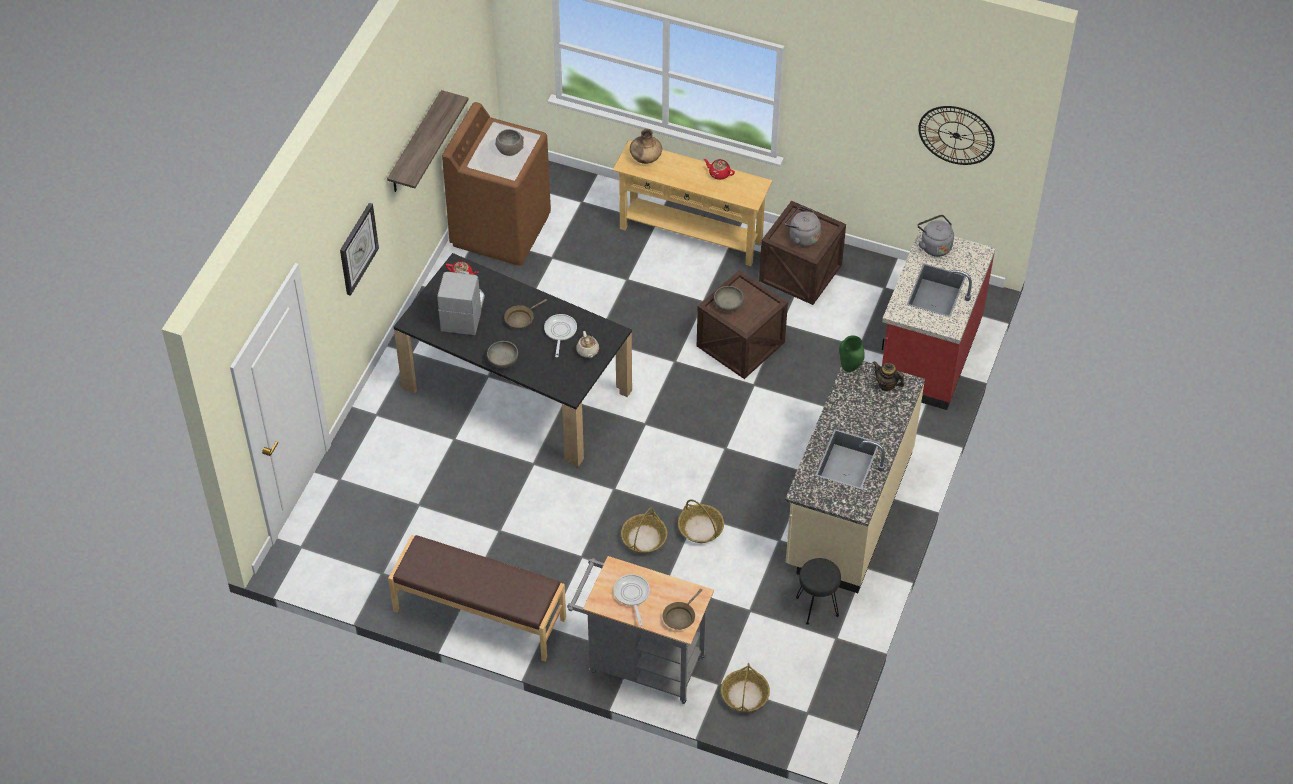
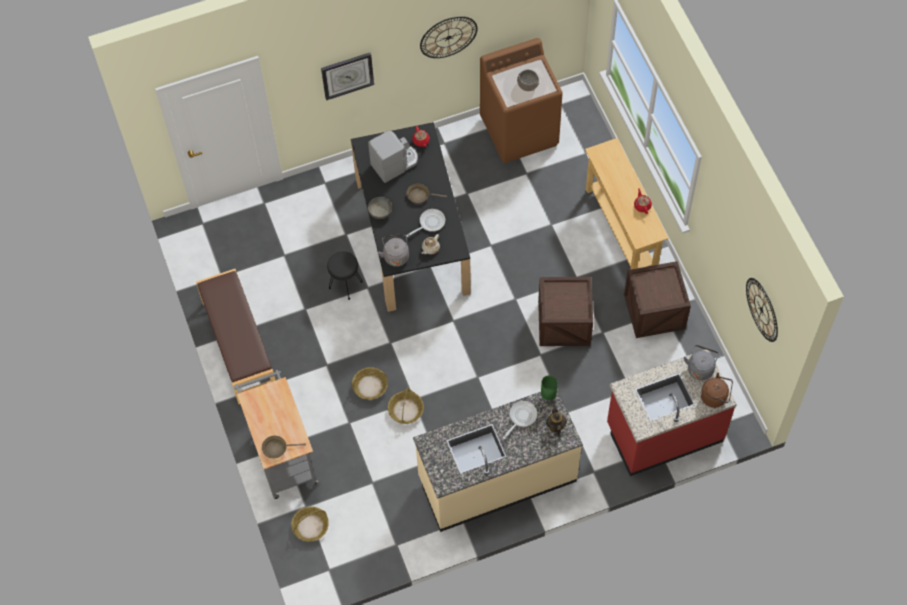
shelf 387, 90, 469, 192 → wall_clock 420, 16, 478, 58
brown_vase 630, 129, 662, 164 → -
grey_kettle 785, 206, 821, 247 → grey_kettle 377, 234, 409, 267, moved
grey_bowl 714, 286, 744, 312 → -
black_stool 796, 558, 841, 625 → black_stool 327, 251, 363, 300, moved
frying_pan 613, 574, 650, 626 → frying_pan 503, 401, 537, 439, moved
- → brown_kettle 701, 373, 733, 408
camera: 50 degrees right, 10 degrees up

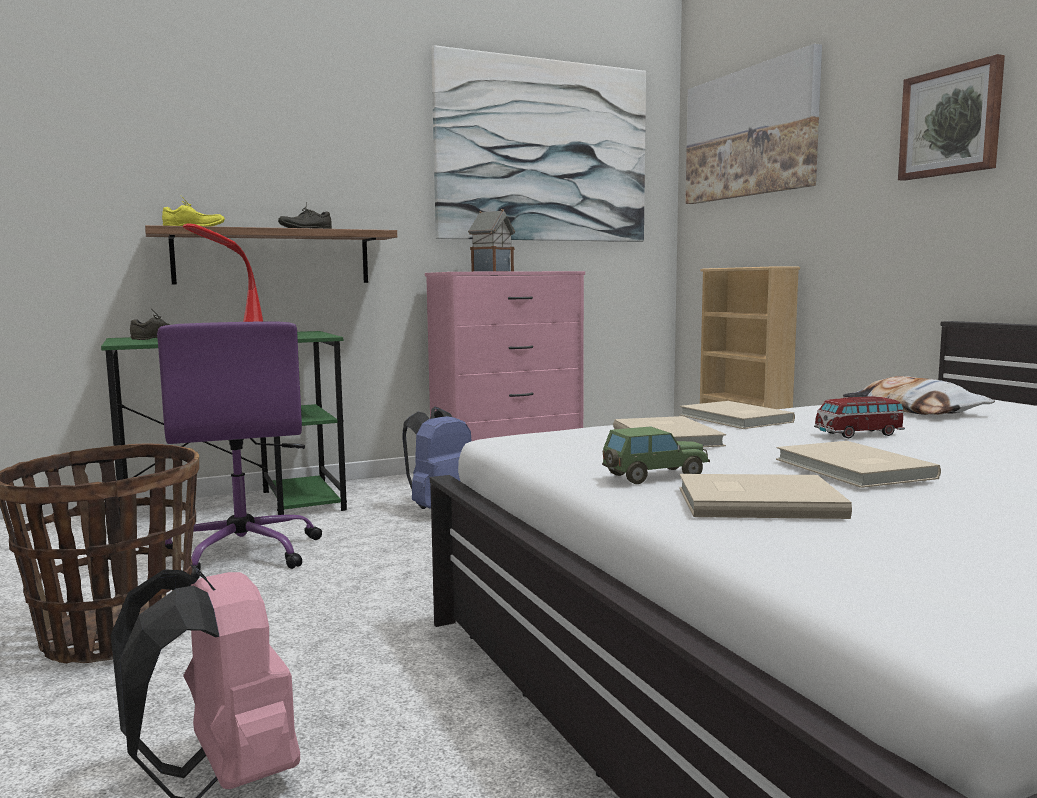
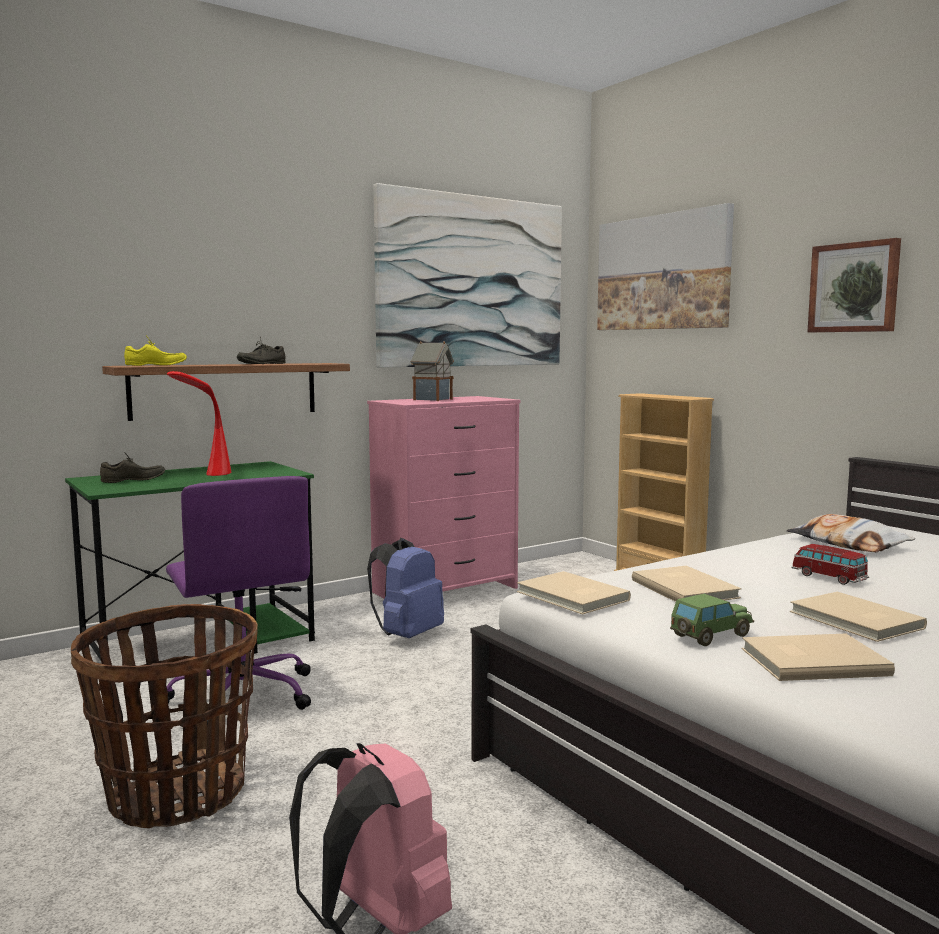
toy_car 814, 396, 905, 438 → toy_car 791, 544, 869, 585, 75 degrees clockwise
beige_book 680, 401, 795, 429 → beige_book 517, 571, 631, 615, moved
camera: 10 degrees left, 0 degrees up

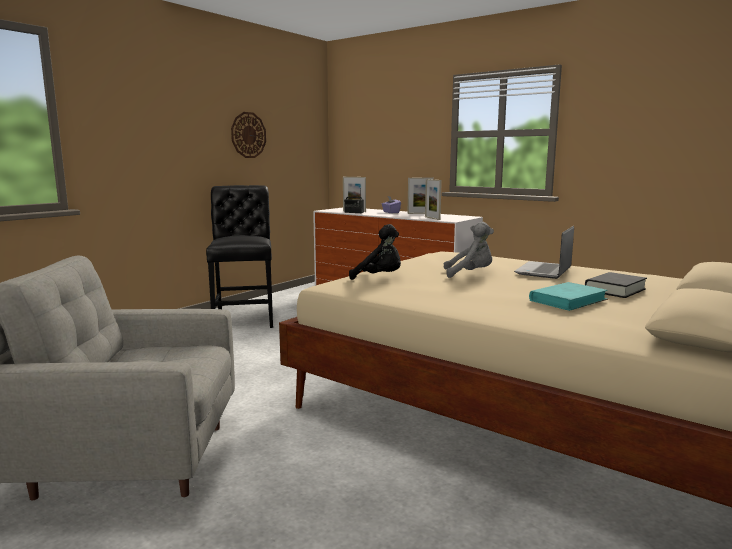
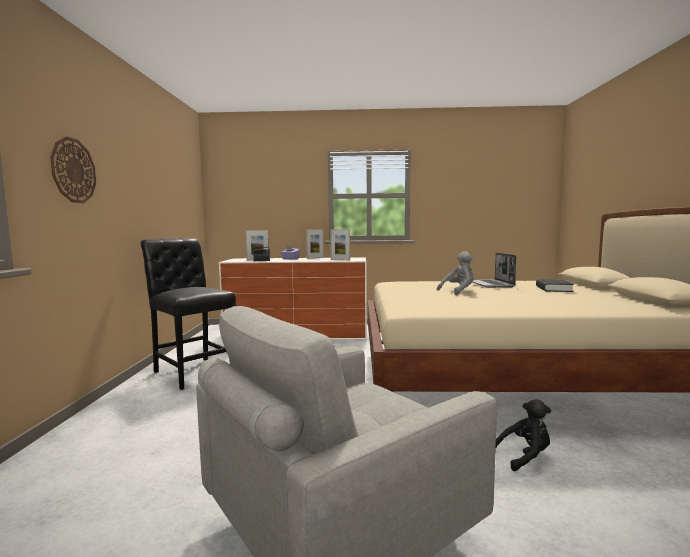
wall_clock 231, 112, 266, 158 → wall_clock 50, 136, 96, 203, moved
black_plush_toy 349, 224, 401, 280 → black_plush_toy 496, 399, 551, 471, moved
turquoise_book 529, 282, 608, 311 → -
camera: 35 degrees left, 5 degrees down

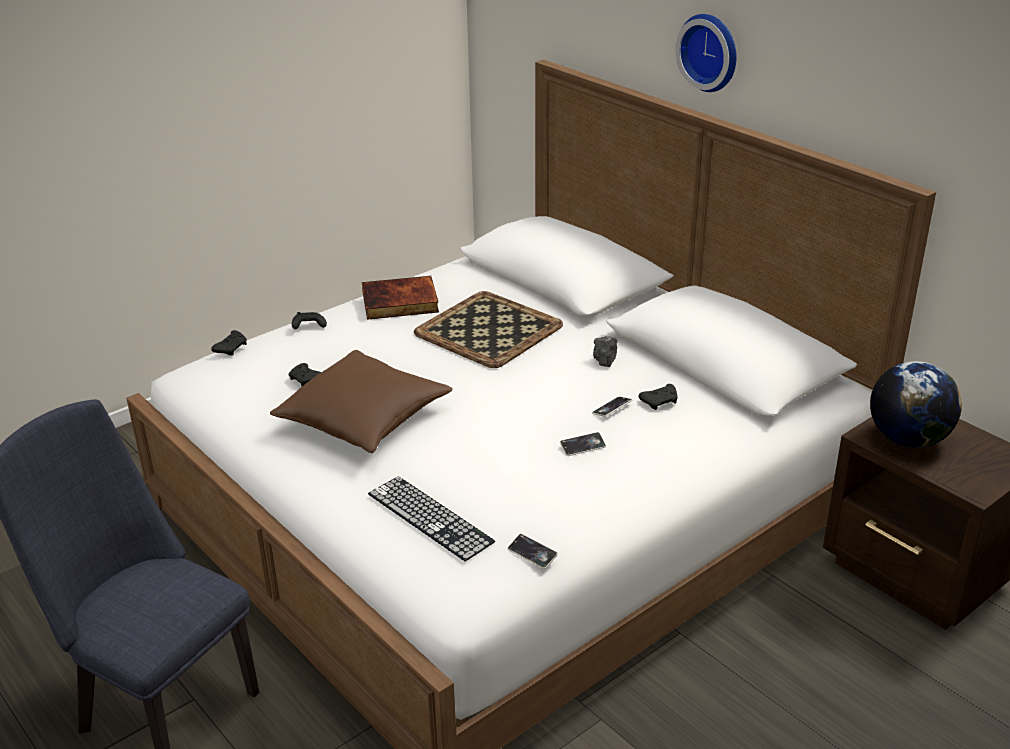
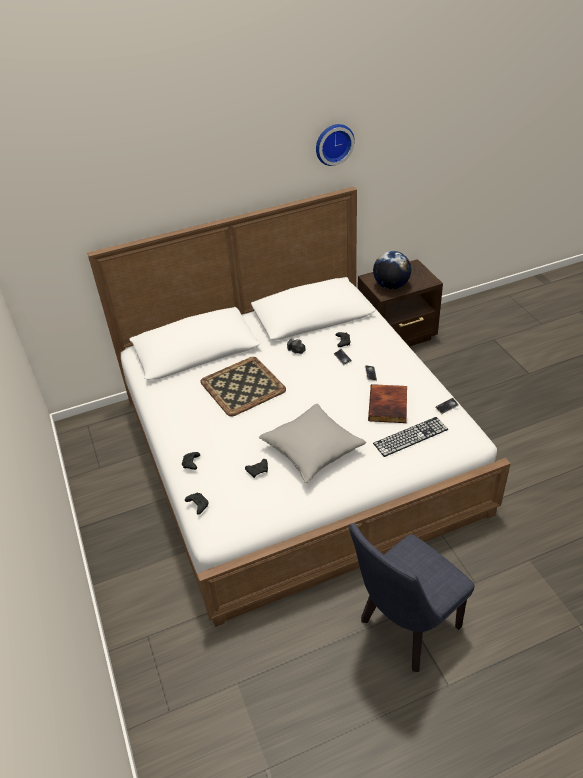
wall_clock 675, 14, 736, 92 → wall_clock 316, 124, 355, 166, moved
book 362, 276, 439, 320 → book 368, 384, 407, 423, moved
brown_pillow 270, 350, 453, 453 → grey_pillow 259, 403, 366, 483
camera: 70 degrees left, 10 degrees up

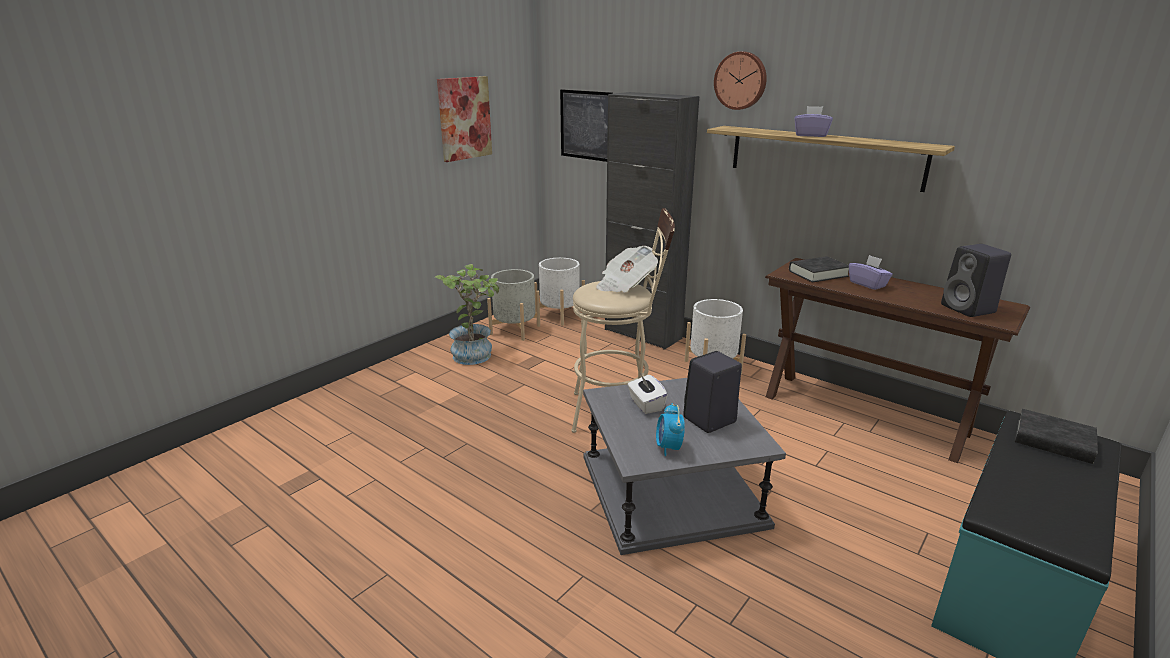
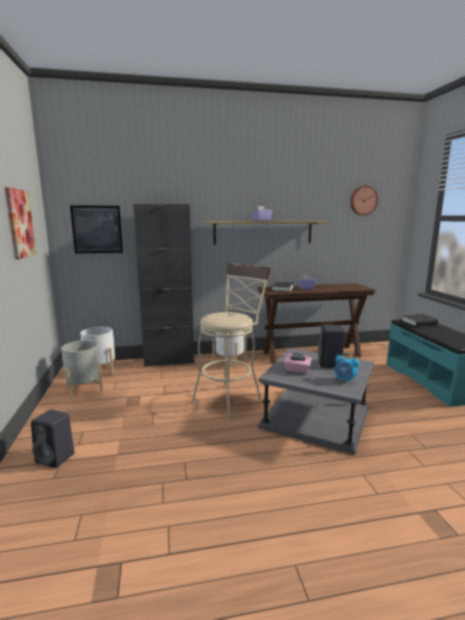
wall_clock 714, 52, 767, 110 → wall_clock 350, 186, 378, 215, moved
black_speaker 941, 244, 1011, 317 → black_speaker 31, 409, 75, 468, moved
newspaper 596, 246, 658, 293 → -
potted_plant 435, 264, 499, 365 → -
white_tissue_box 627, 373, 668, 414 → pink_tissue_box 284, 352, 312, 374
camera: 50 degrees left, 10 degrees down

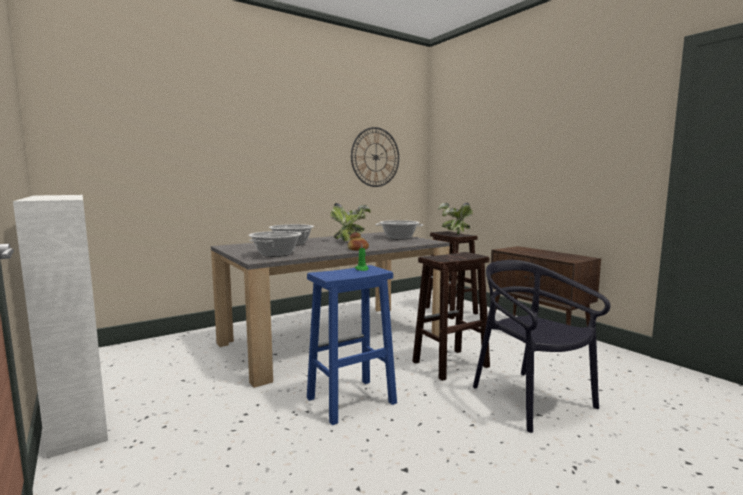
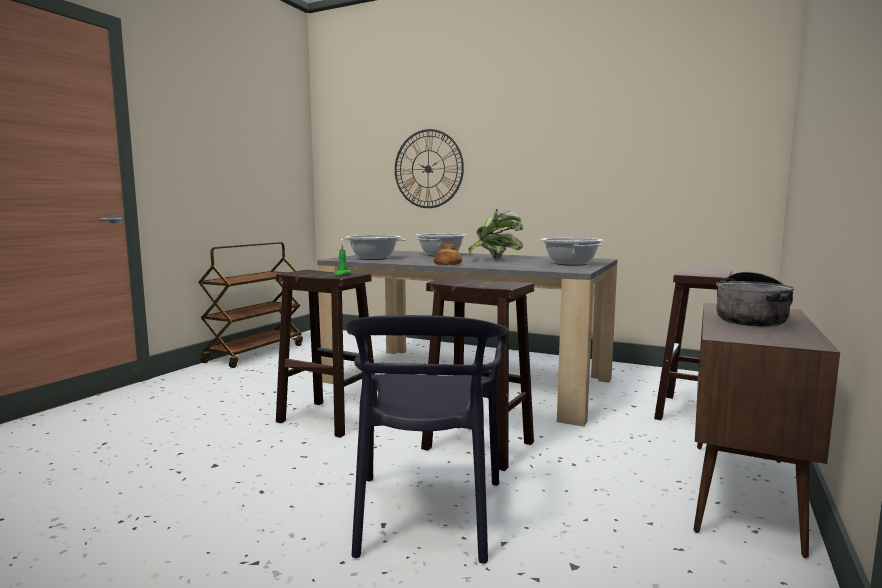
wall_clock 351, 127, 399, 187 → wall_clock 395, 129, 464, 208, moved
white_bookcase 13, 195, 108, 459 → brown_cart 198, 242, 303, 368
potted_plant 438, 203, 473, 235 → -
black_chair 473, 260, 610, 433 → black_chair 345, 315, 509, 564, 150 degrees clockwise
blue_stool 307, 265, 397, 425 → brown_stool 276, 270, 378, 438
- → cooking_pot 716, 272, 794, 327
camera: 60 degrees right, 0 degrees up

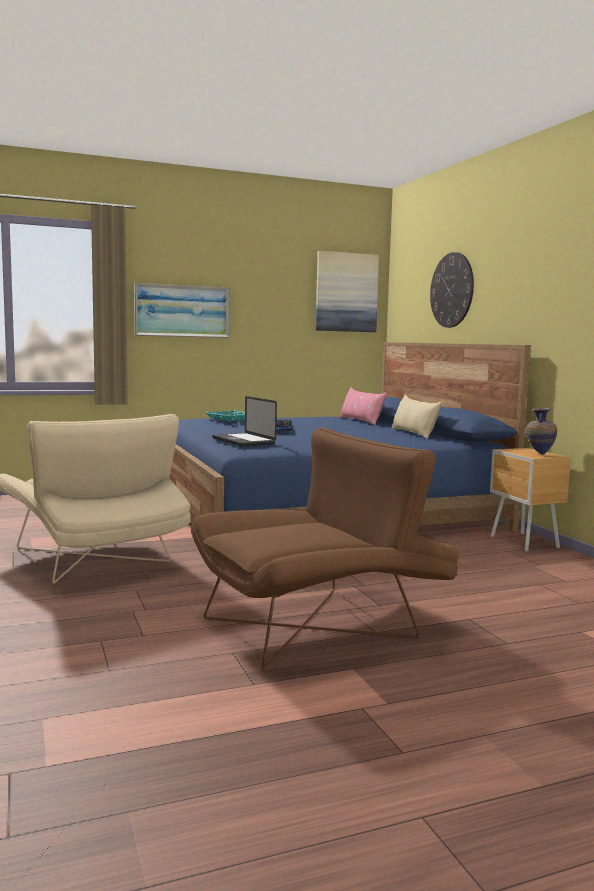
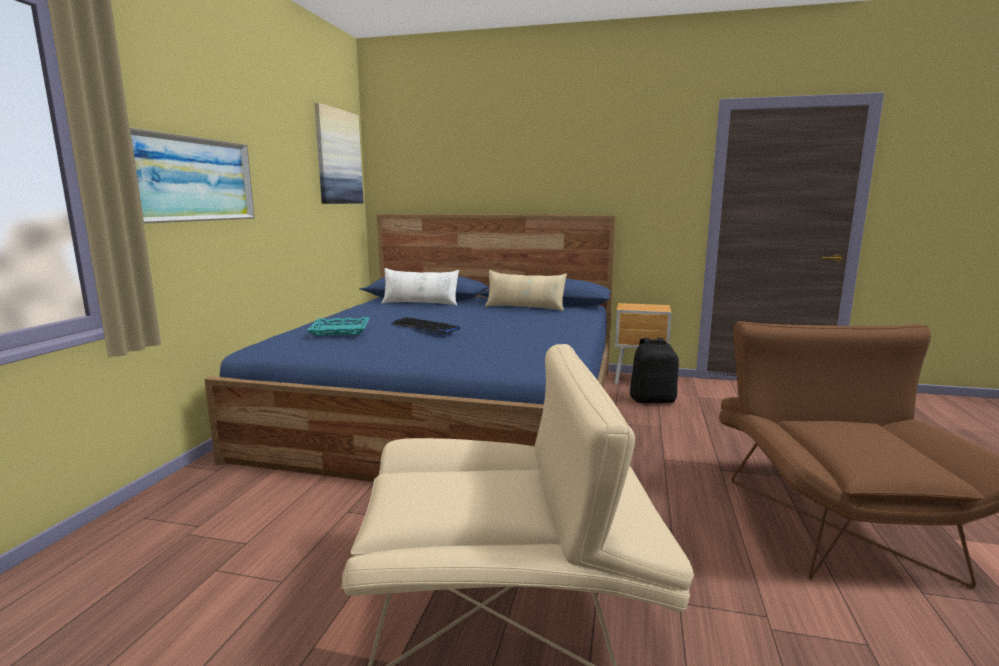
wall_clock 430, 252, 474, 328 → -
pink_pillow 340, 387, 387, 425 → white_pillow 382, 268, 459, 306
laptop 212, 396, 277, 446 → -
vase 526, 408, 557, 455 → -
- → black_backpack 630, 338, 679, 403
camera: 55 degrees left, 5 degrees up

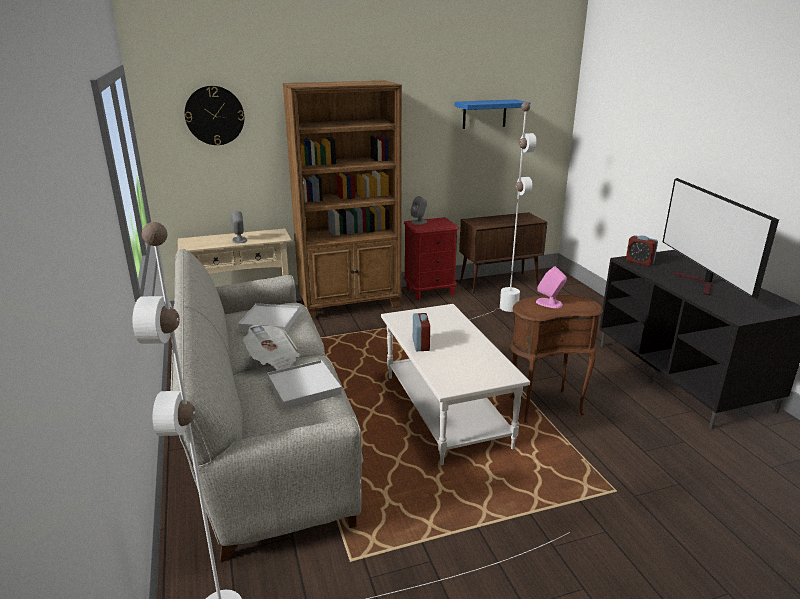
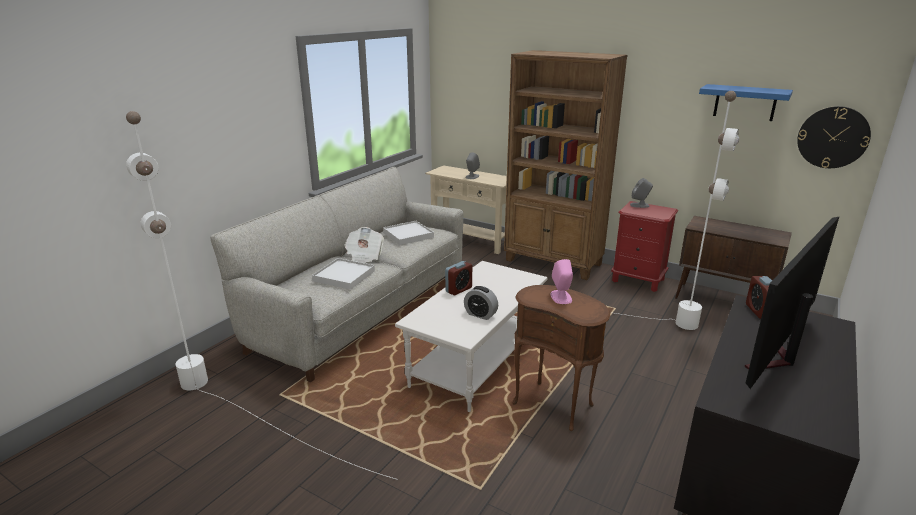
wall_clock 185, 86, 244, 145 → wall_clock 797, 106, 871, 168, moved
- → alarm_clock 464, 286, 498, 320
camera: 50 degrees right, 0 degrees up

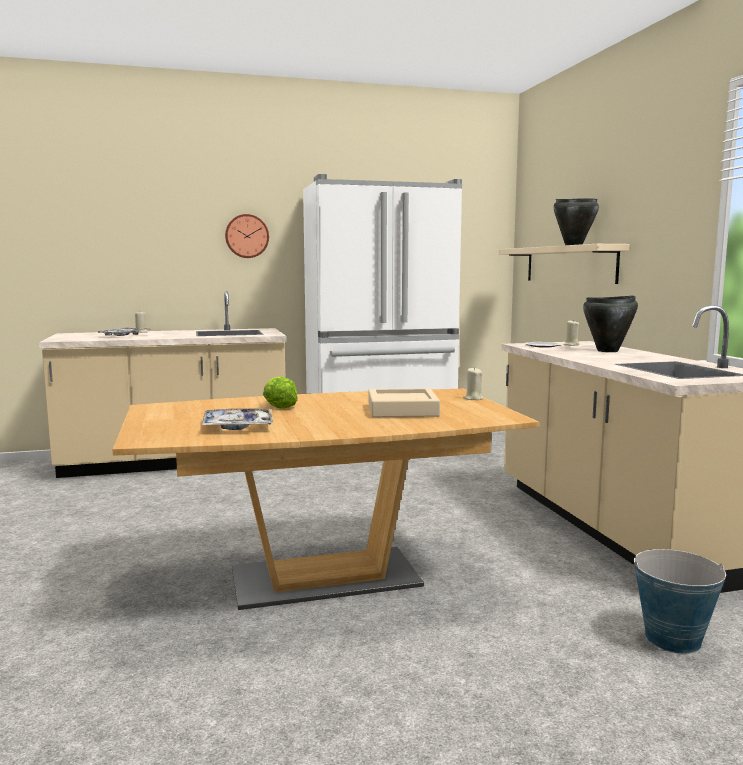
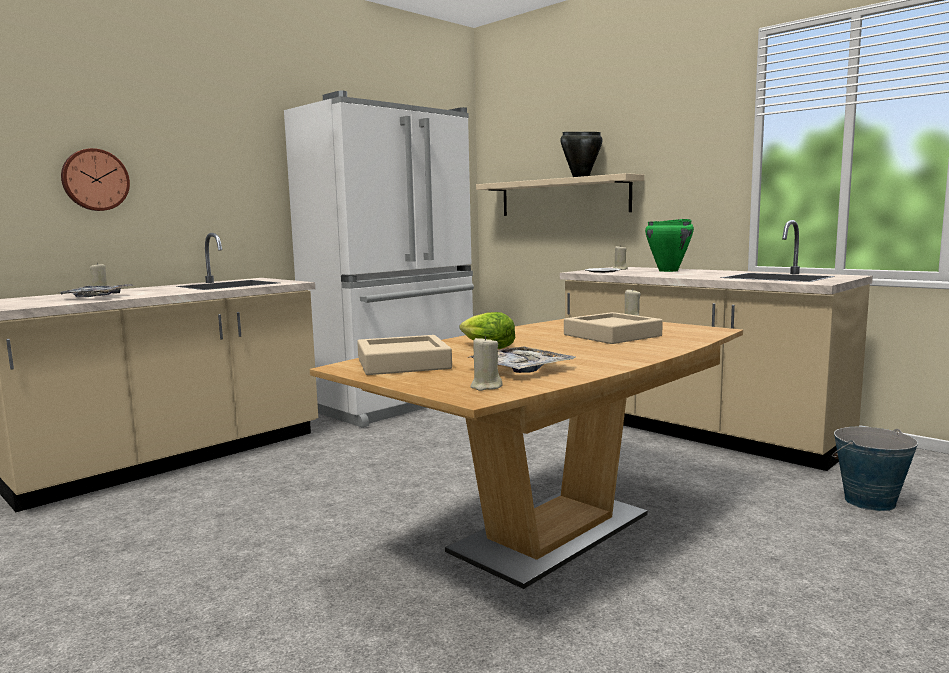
wall_clock 225, 214, 269, 258 → wall_clock 61, 148, 130, 211, moved
black_cooking_pot 583, 296, 638, 352 → green_cooking_pot 645, 219, 694, 272
- → beige_tray 357, 335, 452, 375
- → beige_candle 470, 336, 503, 391
camera: 30 degrees left, 0 degrees up

